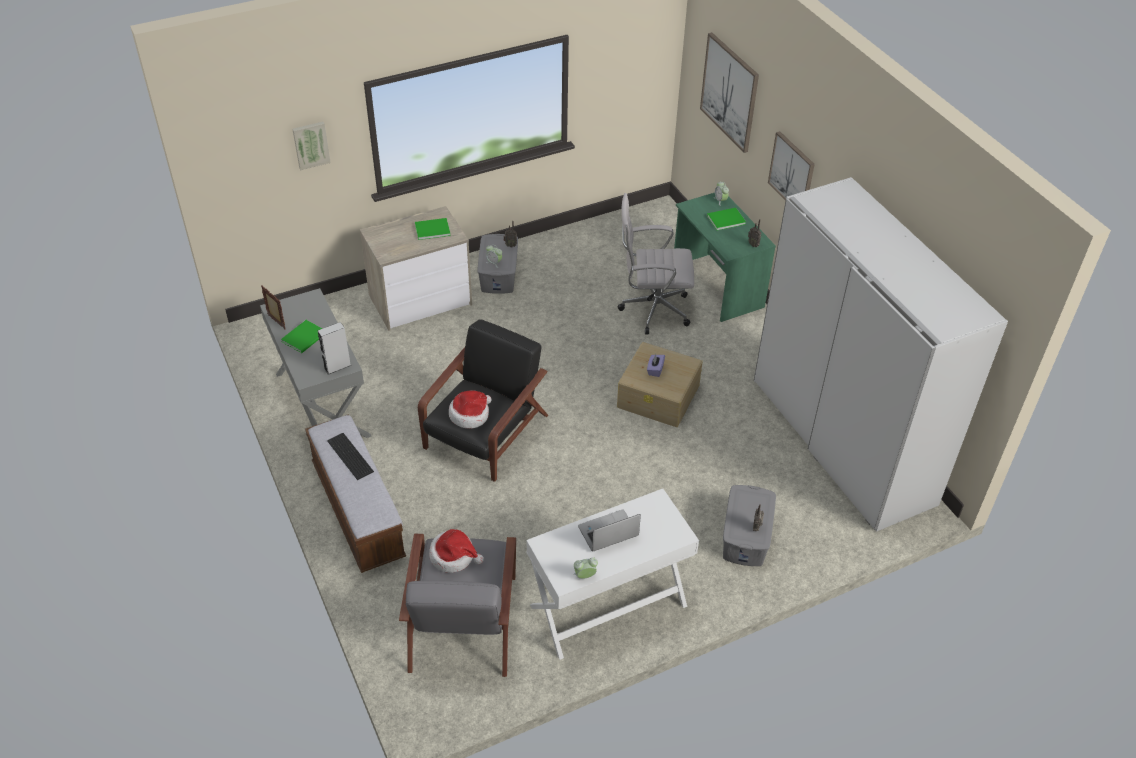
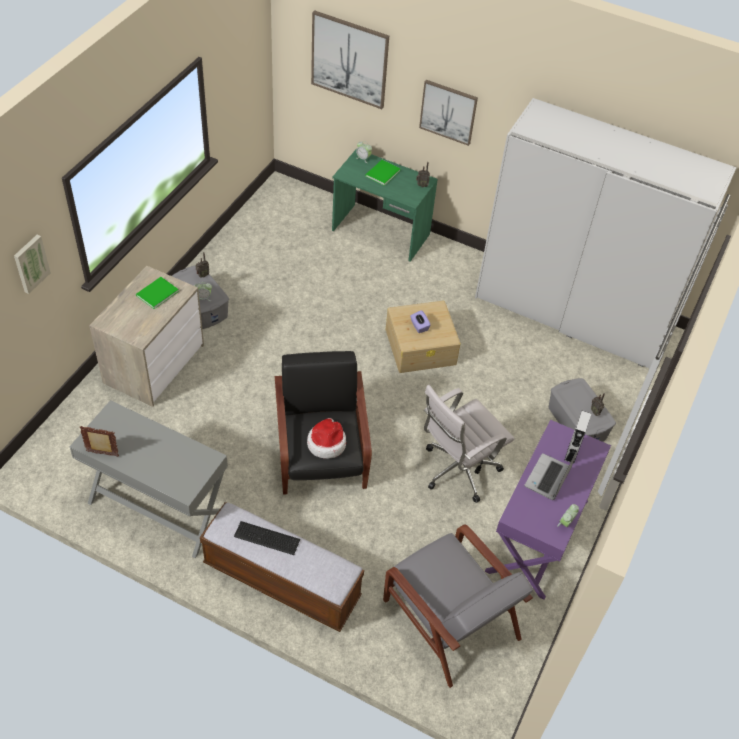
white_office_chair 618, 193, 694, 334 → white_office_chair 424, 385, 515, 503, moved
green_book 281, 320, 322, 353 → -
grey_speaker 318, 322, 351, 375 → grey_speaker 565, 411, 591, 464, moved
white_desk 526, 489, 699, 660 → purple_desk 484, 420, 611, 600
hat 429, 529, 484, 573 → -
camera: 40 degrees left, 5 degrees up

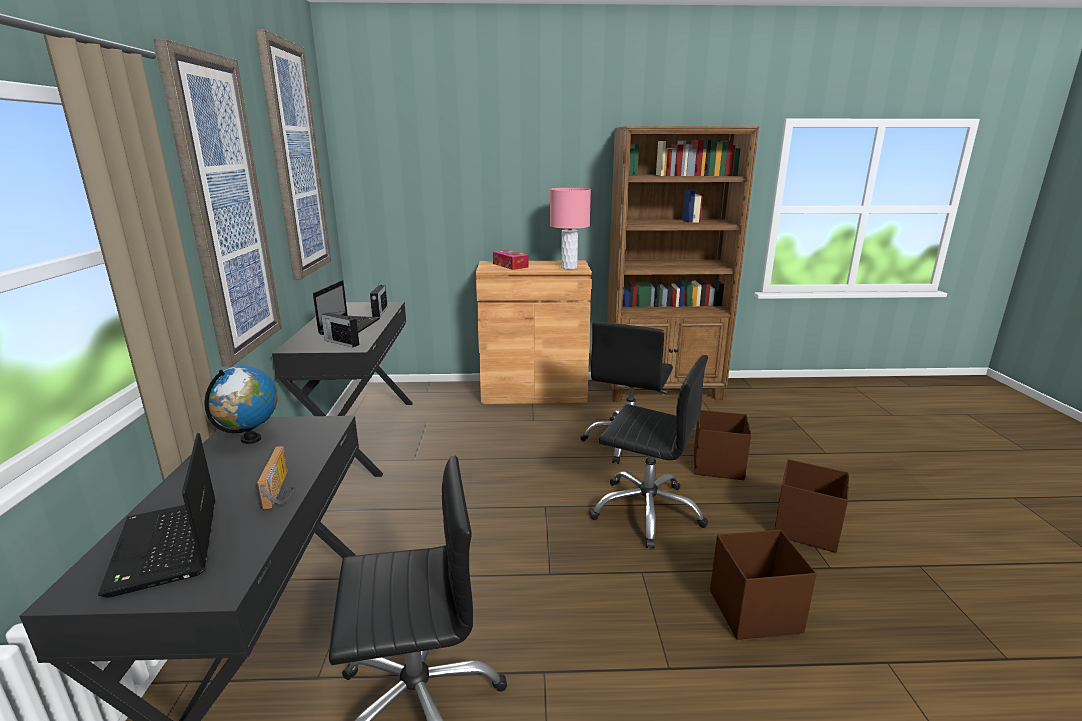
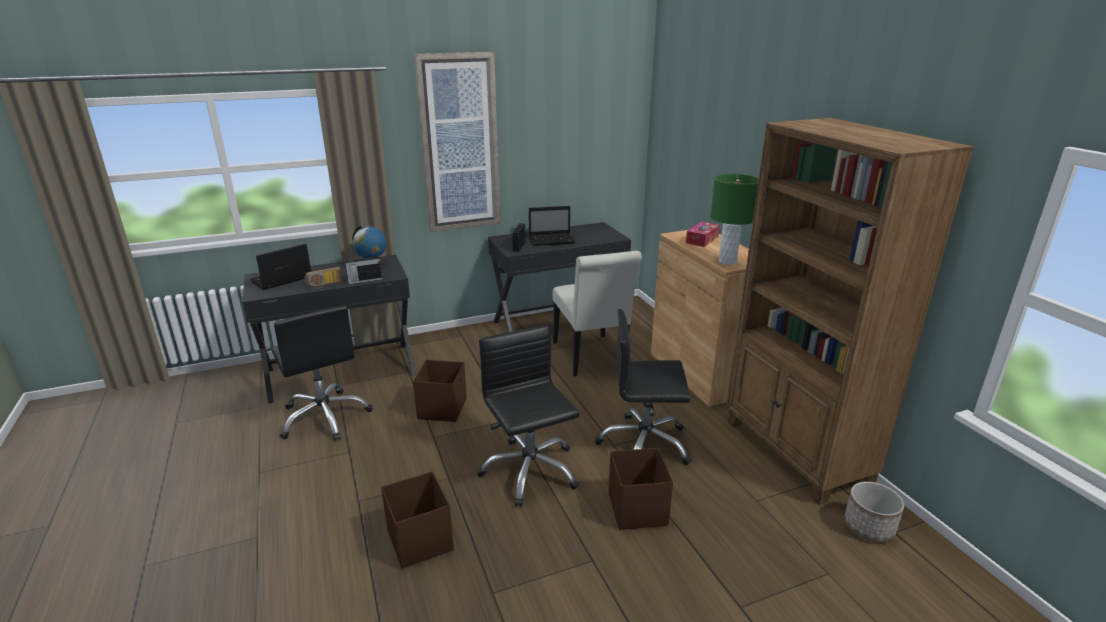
picture 255, 30, 331, 279 → -
pink_table_lamp 550, 188, 591, 269 → green_table_lamp 711, 174, 759, 265
radio 370, 281, 388, 317 → radio 344, 253, 383, 284, moved
black_office_chair 589, 355, 708, 549 → black_office_chair 477, 325, 580, 507, 150 degrees clockwise
brown_storage_box 774, 459, 849, 553 → brown_storage_box 413, 360, 467, 422, moved
- → white_chair 553, 251, 642, 376
- → planter 844, 481, 904, 542
camera: 70 degrees right, 5 degrees up

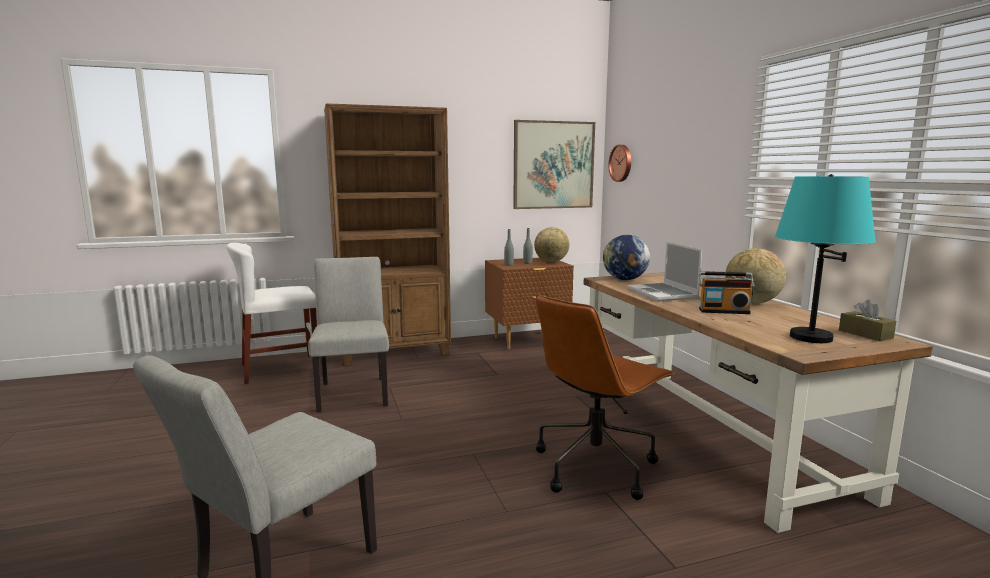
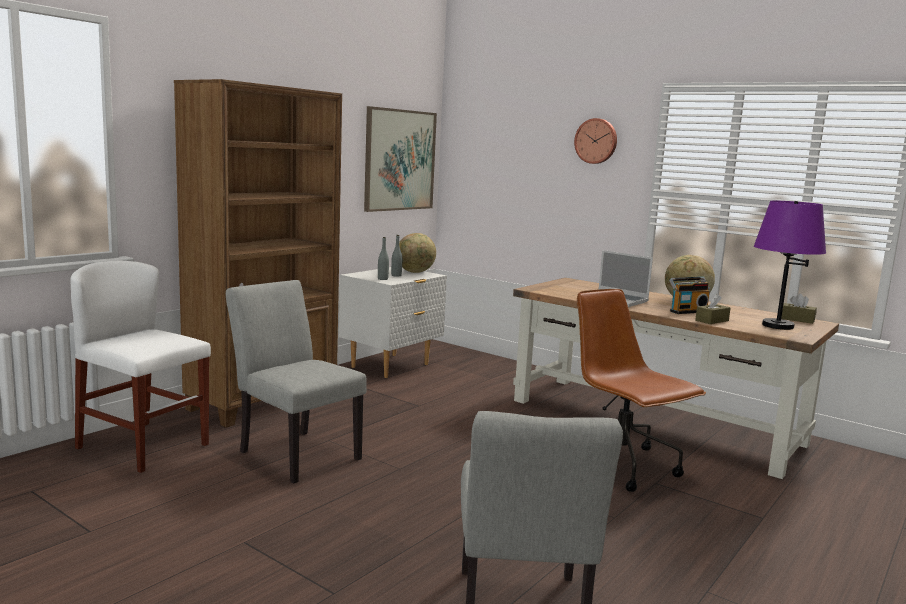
wall_clock 608, 145, 631, 182 → wall_clock 574, 118, 617, 164, moved
turquoise_table_lamp 775, 174, 876, 343 → purple_table_lamp 754, 200, 826, 330
globe 603, 235, 650, 280 → -
white_chair 226, 243, 317, 384 → white_chair 71, 261, 211, 473, 90 degrees clockwise
brown_nightstand 485, 258, 574, 349 → white_nightstand 339, 267, 447, 378
brown_office_chair 536, 295, 674, 500 → brown_office_chair 577, 289, 706, 492, 135 degrees clockwise
- → brown_tissue_box 695, 294, 731, 324
camera: 35 degrees left, 0 degrees up

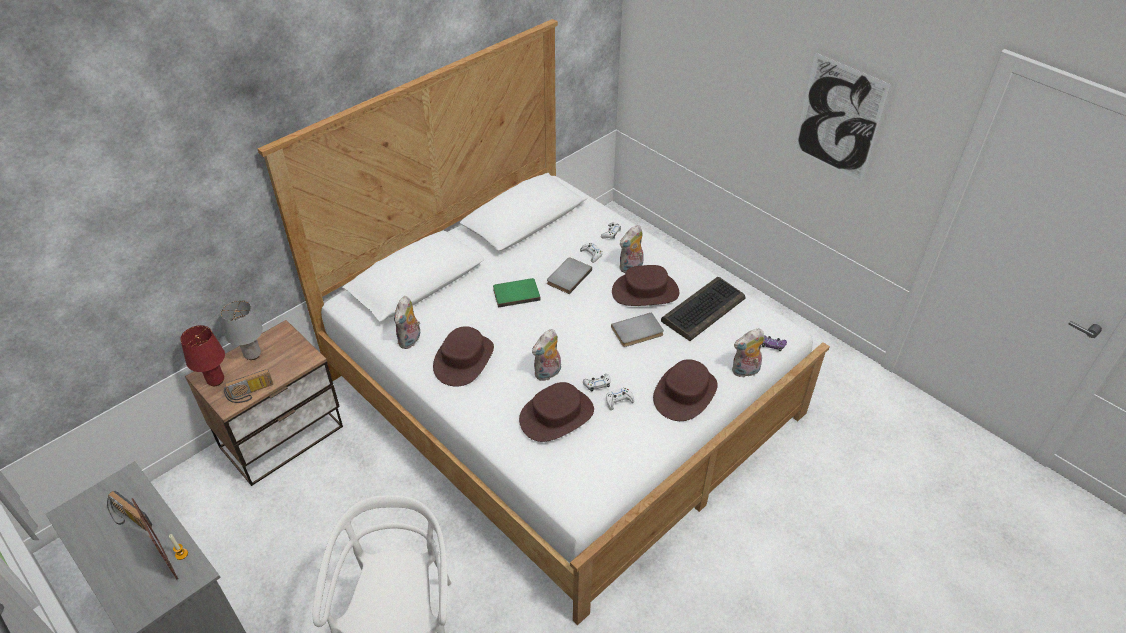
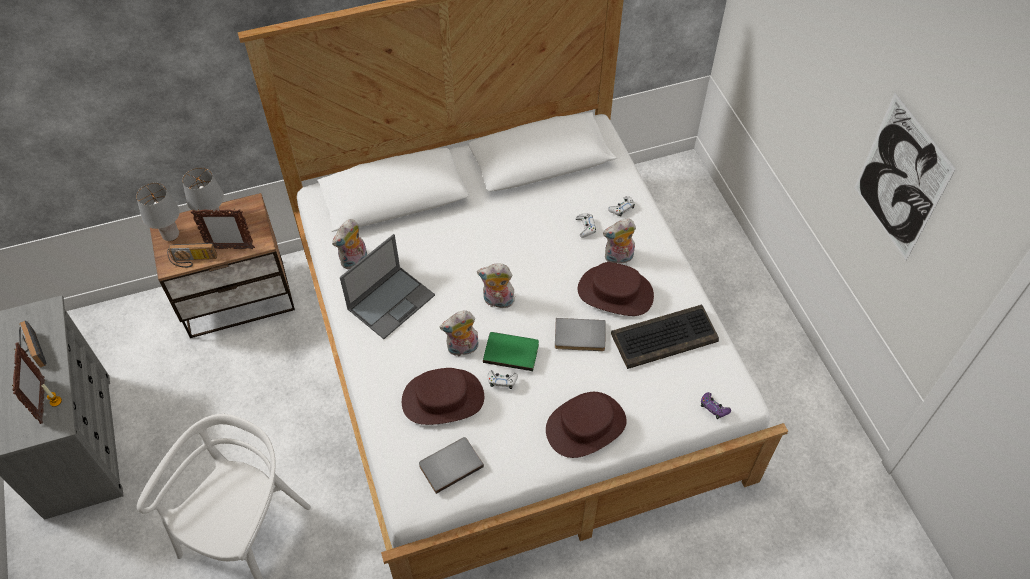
grey_book 547, 257, 592, 294 → grey_book 419, 437, 484, 494, moved
green_book 493, 278, 540, 308 → green_book 483, 332, 539, 371, moved
red_table_lamp 180, 325, 225, 386 → grey_table_lamp 136, 183, 180, 241
brown_hat 433, 326, 494, 387 → laptop 340, 234, 435, 339
plush_toy 732, 329, 765, 378 → plush_toy 477, 264, 515, 309, moved
white_game_controller 606, 388, 634, 410 → -
- → picture_frame 190, 209, 255, 249
camera: 25 degrees right, 10 degrees up

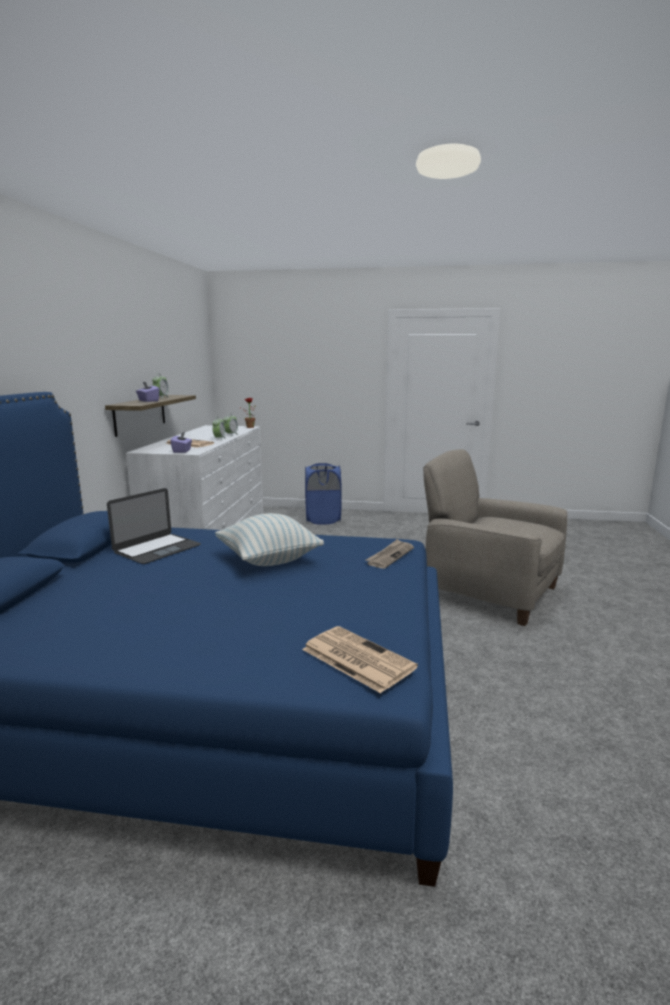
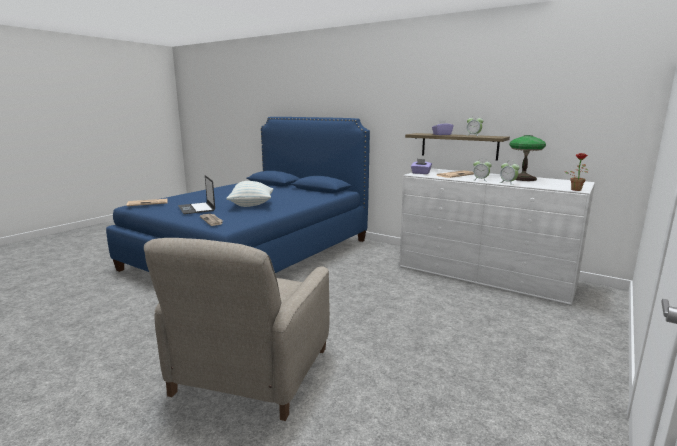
beige_armchair 423, 449, 567, 626 → beige_armchair 144, 238, 330, 421, 135 degrees clockwise
blue_laundry_basket 305, 463, 341, 525 → -
laptop 107, 488, 201, 564 → laptop 178, 175, 215, 214, moved
- → table_lamp 509, 135, 546, 181
camera: 115 degrees right, 0 degrees up

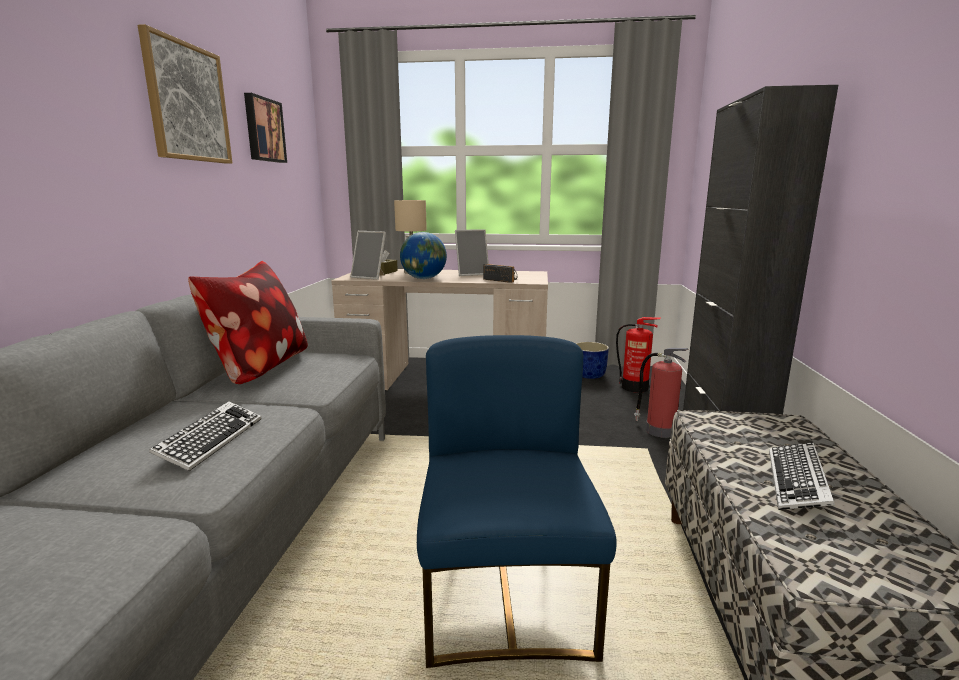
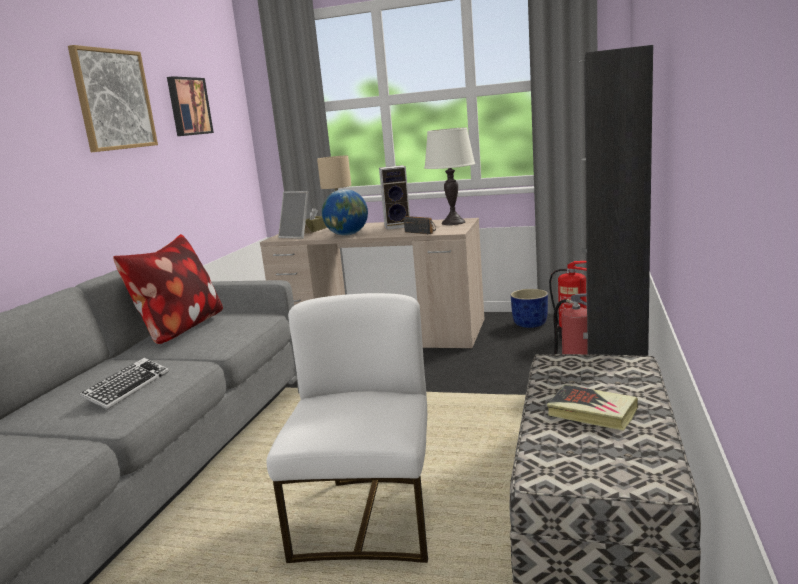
picture_frame 455, 229, 489, 276 → speaker 379, 165, 410, 230
blue_chair 417, 335, 617, 668 → white_chair 266, 293, 428, 563
keyboard 769, 442, 835, 510 → book 547, 385, 638, 431
- → white_table_lamp 424, 127, 475, 225
camera: 10 degrees right, 0 degrees up

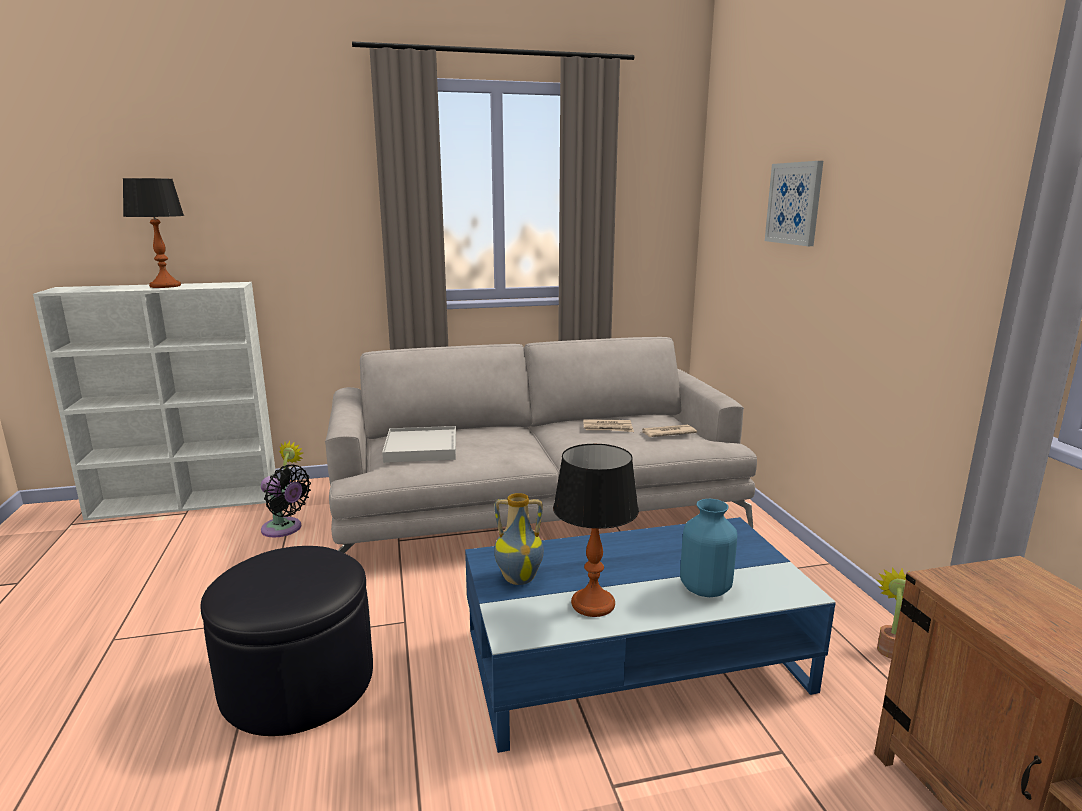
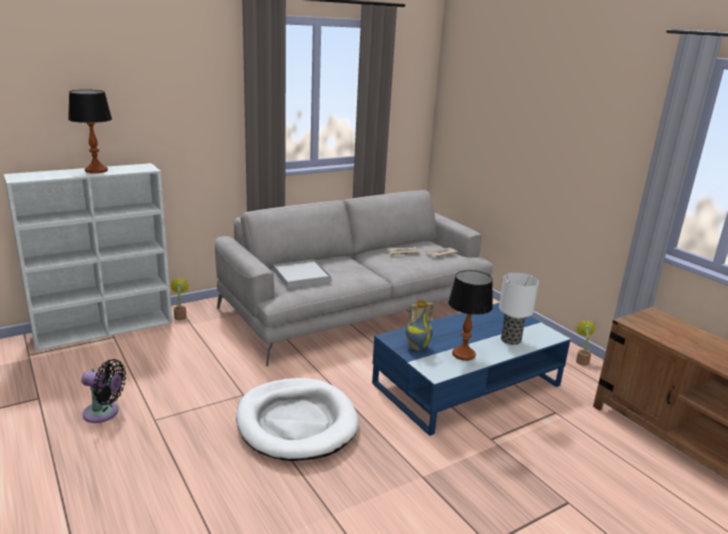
picture 765, 161, 823, 246 → -
black_fan 261, 464, 311, 537 → black_fan 81, 359, 126, 423, moved
blue_vase 680, 499, 737, 597 → table_lamp 499, 273, 539, 345
black_ottoman 201, 546, 373, 736 → white_dog_bed 236, 378, 359, 461
camera: 20 degrees left, 5 degrees up

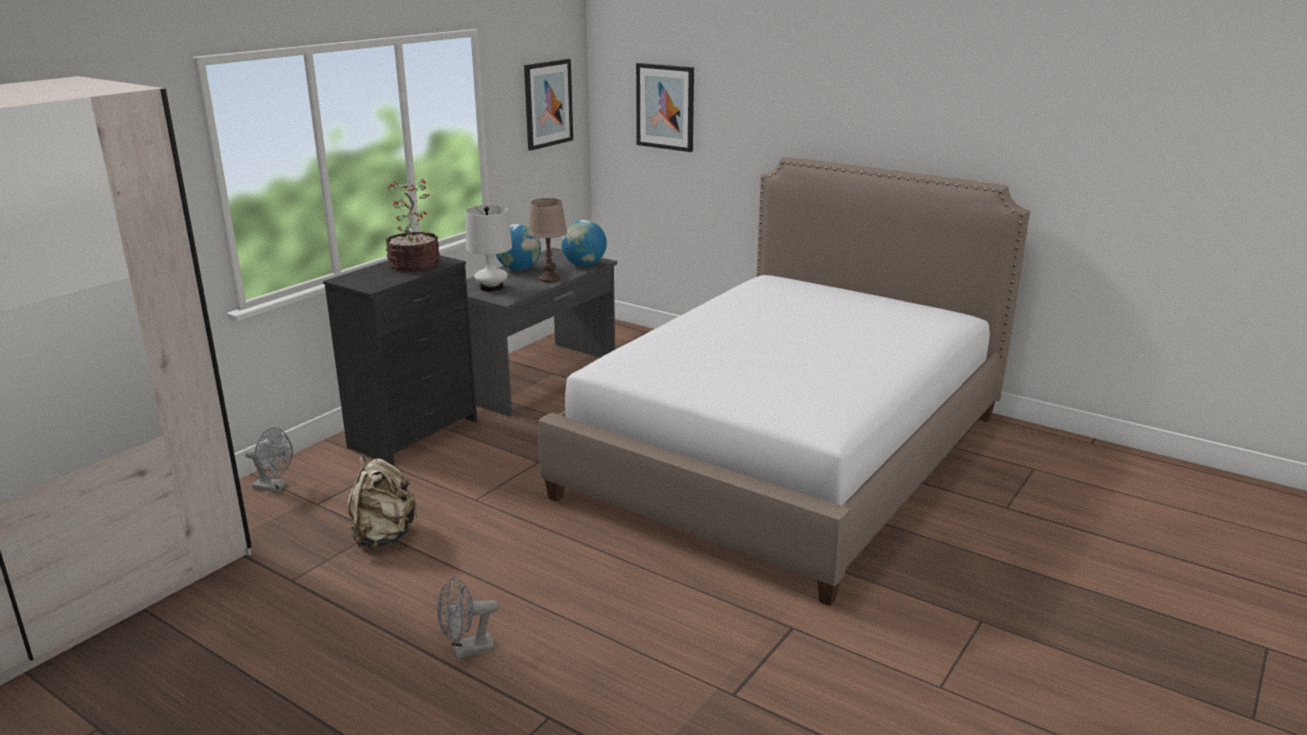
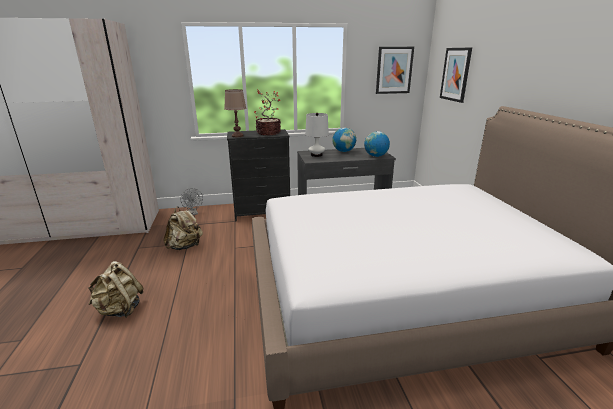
brown_table_lamp 528, 198, 567, 283 → brown_table_lamp 224, 89, 246, 137, moved
grey_fan 438, 576, 499, 659 → beige_backpack 88, 261, 143, 317
camera: 45 degrees right, 0 degrees up

